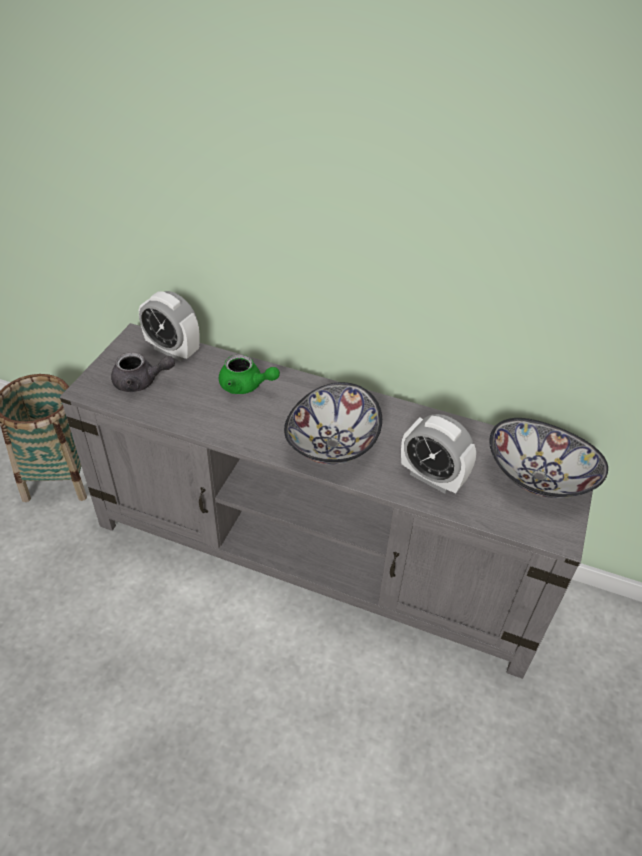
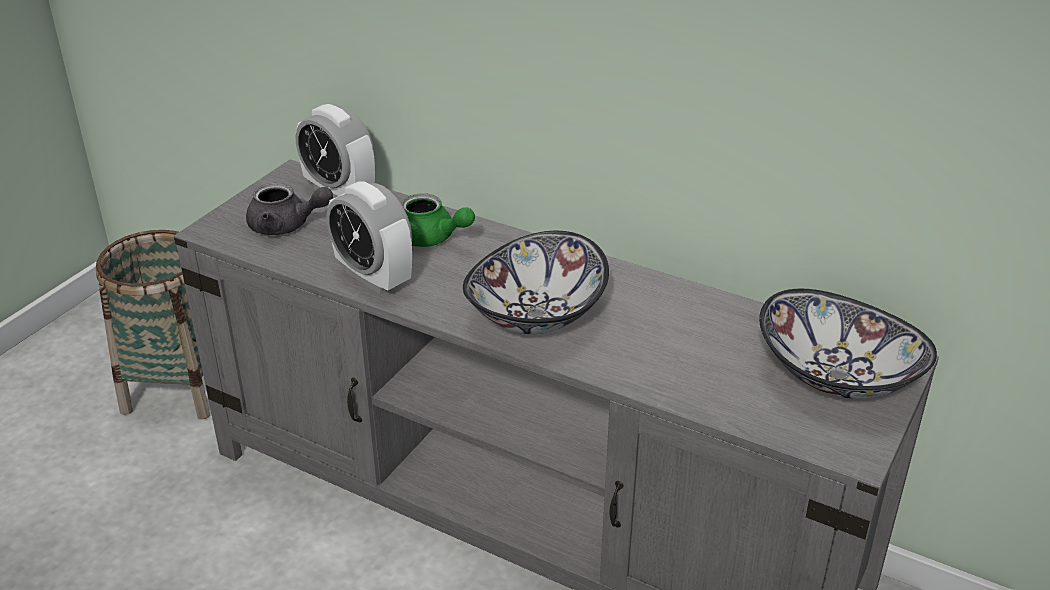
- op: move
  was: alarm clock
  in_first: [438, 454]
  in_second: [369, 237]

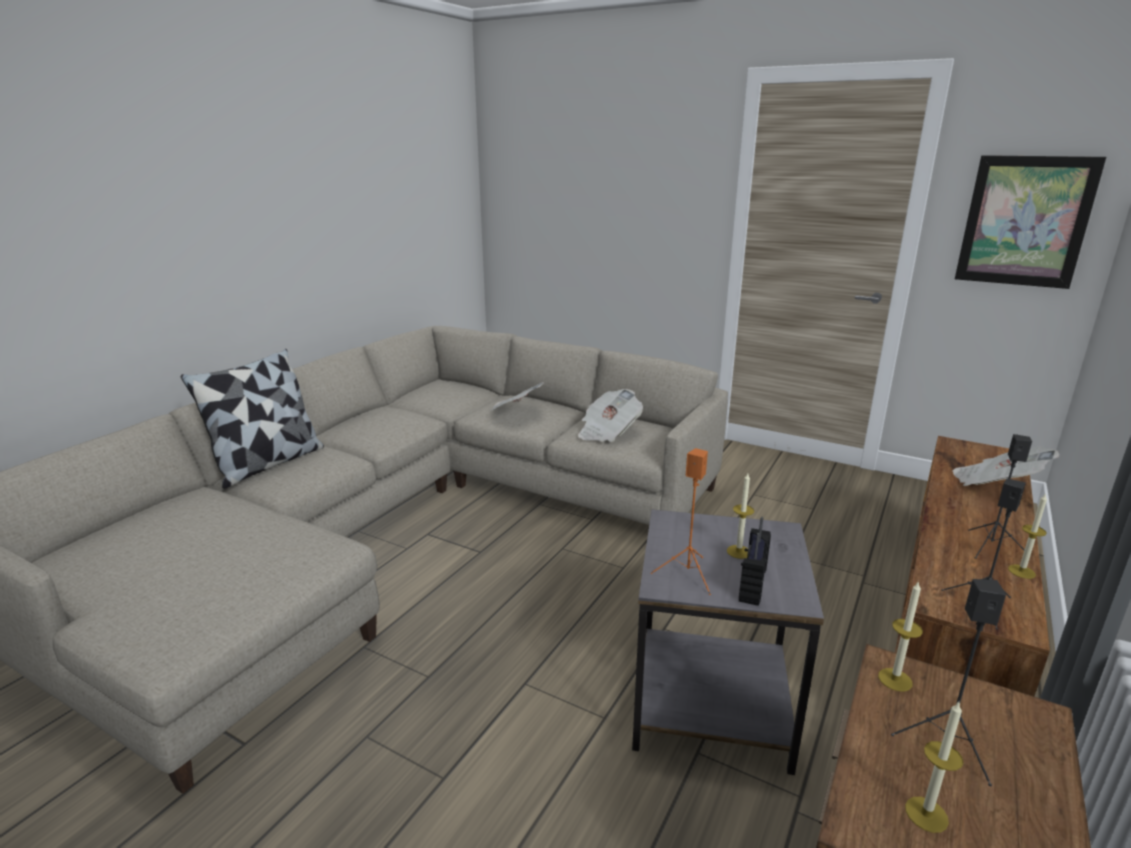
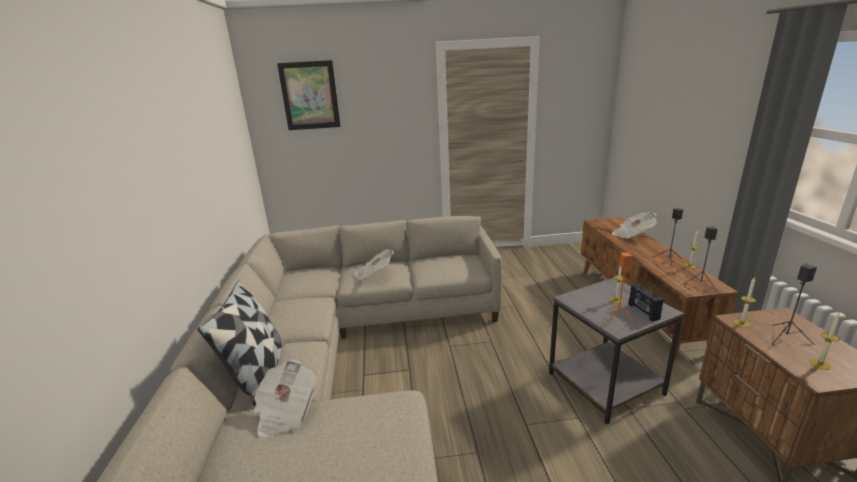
- op: move
  was: printed paper
  in_first: [610, 415]
  in_second: [285, 398]
- op: move
  was: wall picture
  in_first: [1030, 222]
  in_second: [309, 95]

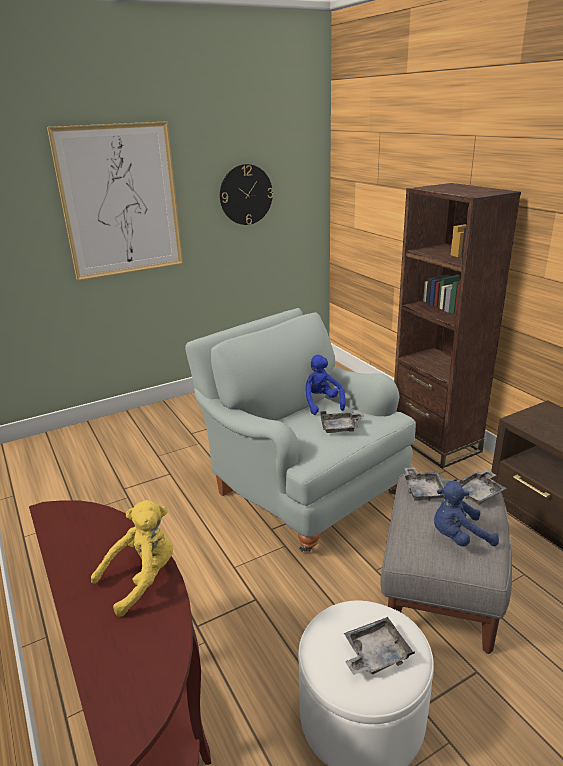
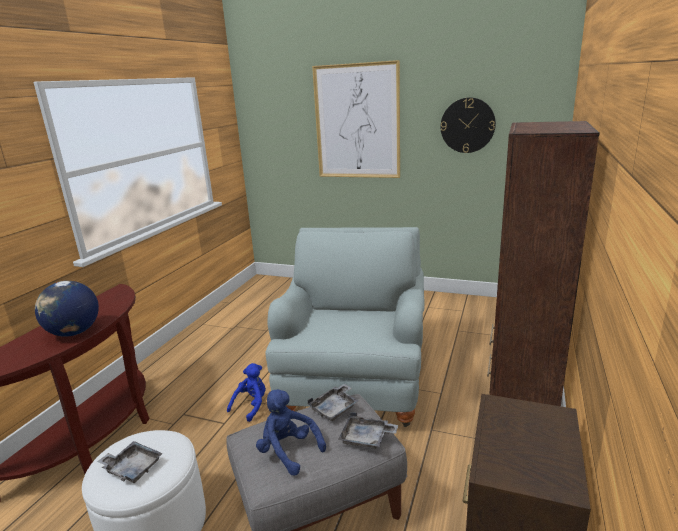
- op: replace
  was: yellow-coloured plush toy
  now: globe
  in_first: [132, 558]
  in_second: [67, 309]
- op: move
  was: blue-coloured plush toy
  in_first: [325, 385]
  in_second: [246, 392]
- op: delete
  was: gray carrying tray
  in_first: [342, 422]

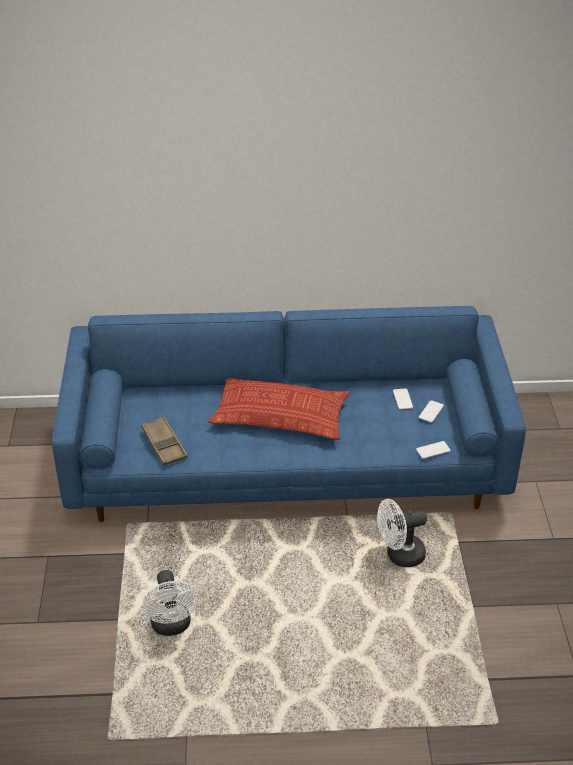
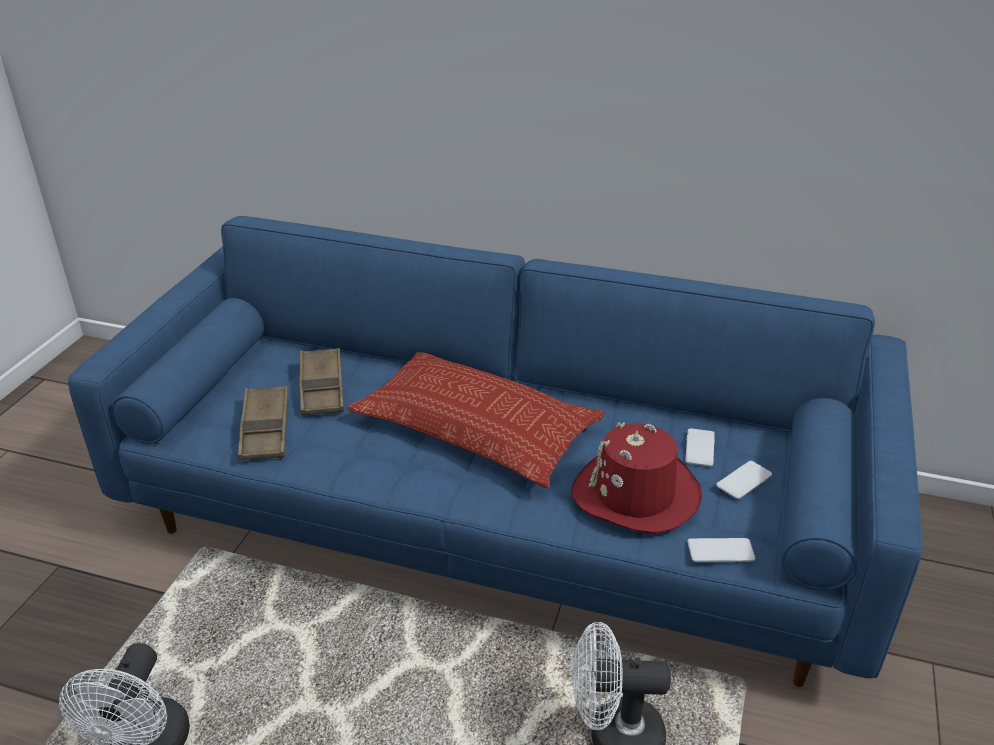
- op: insert
  now: brownish carrying tray
  in_second: [321, 382]
- op: insert
  now: red clothing hat
  in_second: [636, 477]

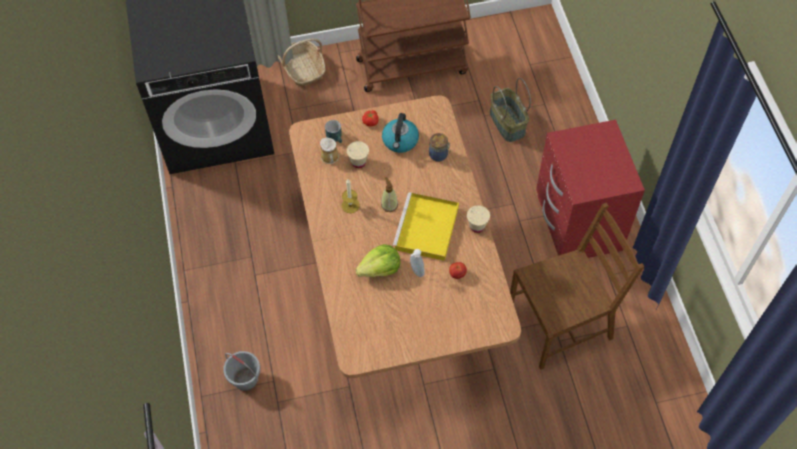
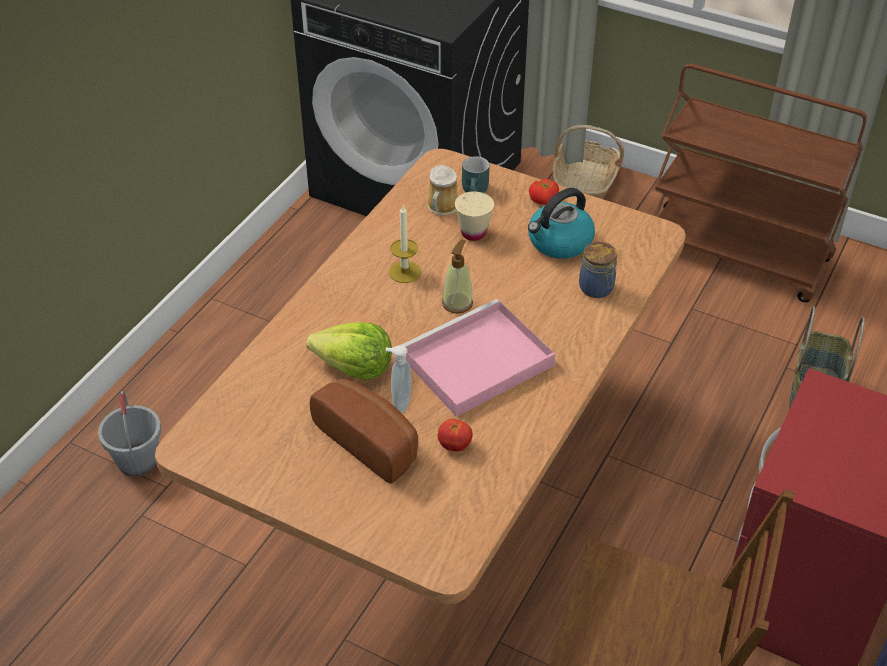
- op: insert
  now: baked bread
  in_second: [364, 431]
- op: recolor
  was: yellow-coloured carrying tray
  now: pinkish carrying tray
  in_first: [426, 226]
  in_second: [478, 358]
- op: delete
  was: beige-coloured small cup
  in_first: [478, 219]

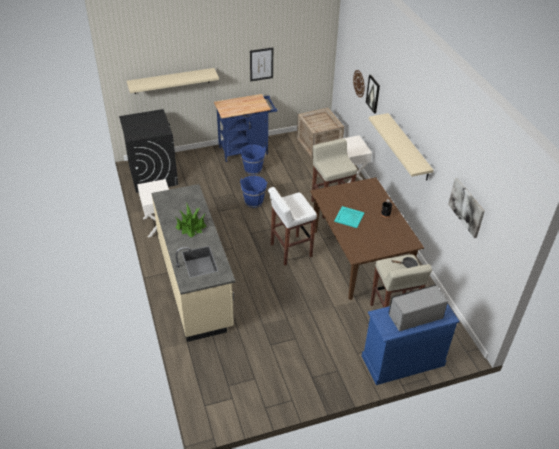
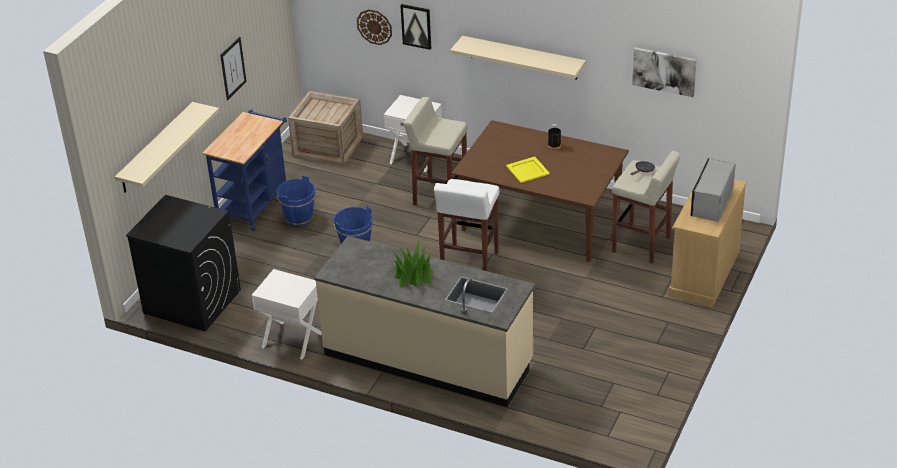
- op: recolor
  was: blue-green carrying tray
  now: yellow-coloured carrying tray
  in_first: [349, 217]
  in_second: [528, 170]
- op: recolor
  was: blue-coloured drawer chest
  now: beige-coloured drawer chest
  in_first: [411, 344]
  in_second: [707, 243]

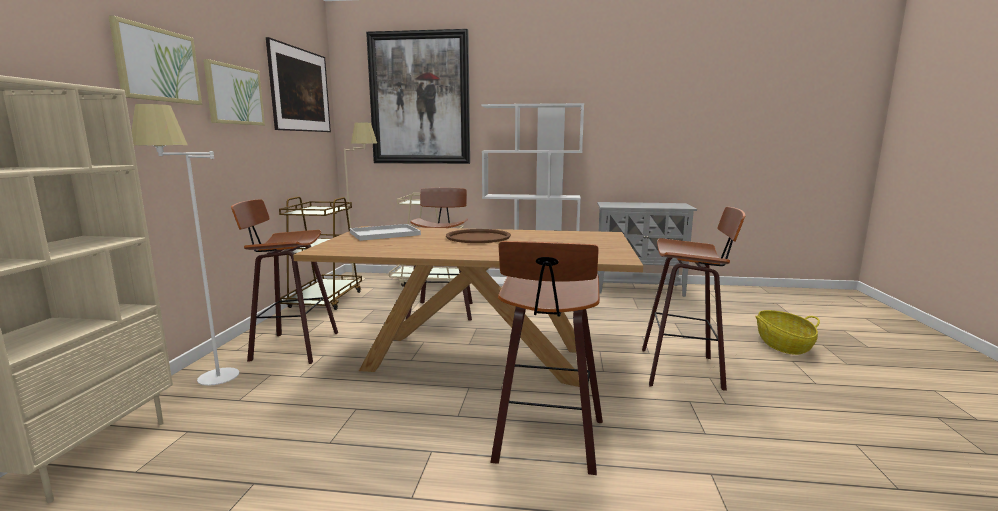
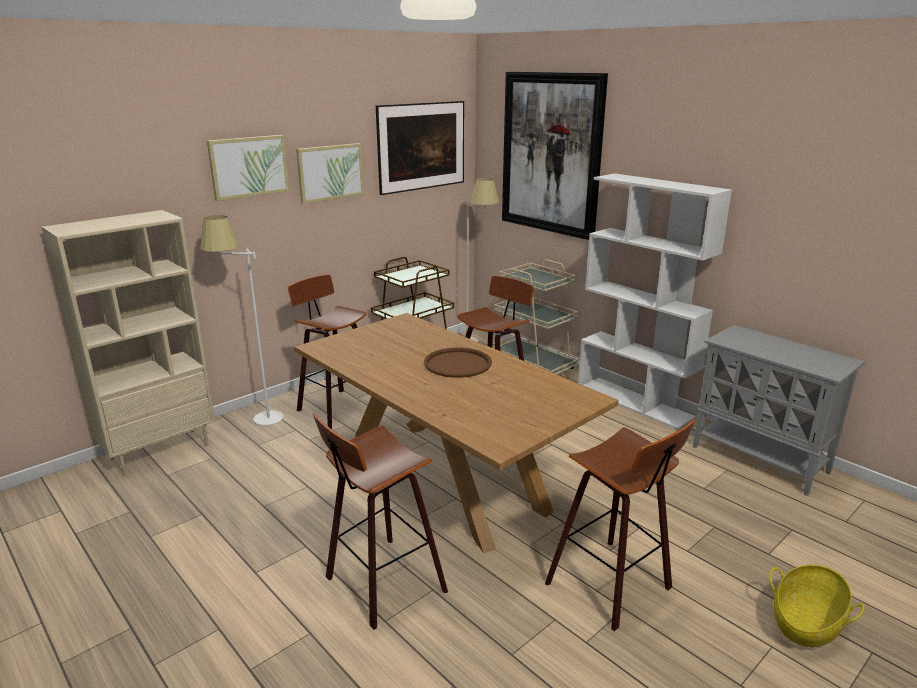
- op: delete
  was: white carrying tray
  in_first: [385, 232]

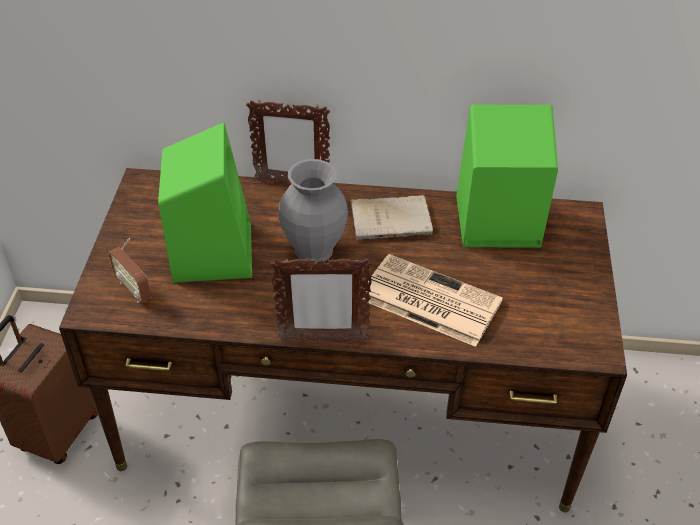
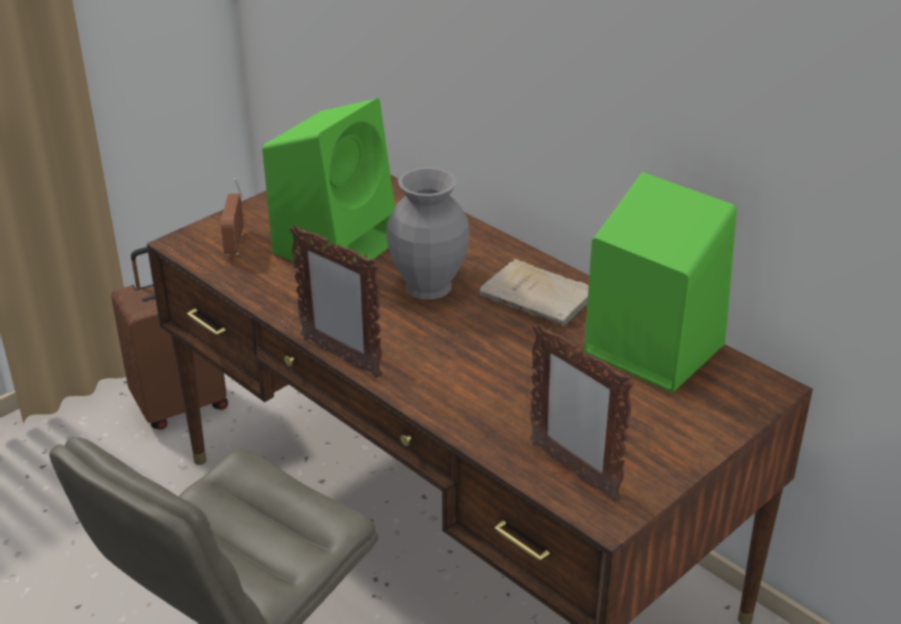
- op: move
  was: photo frame
  in_first: [288, 141]
  in_second: [582, 412]
- op: delete
  was: printed paper
  in_first: [433, 300]

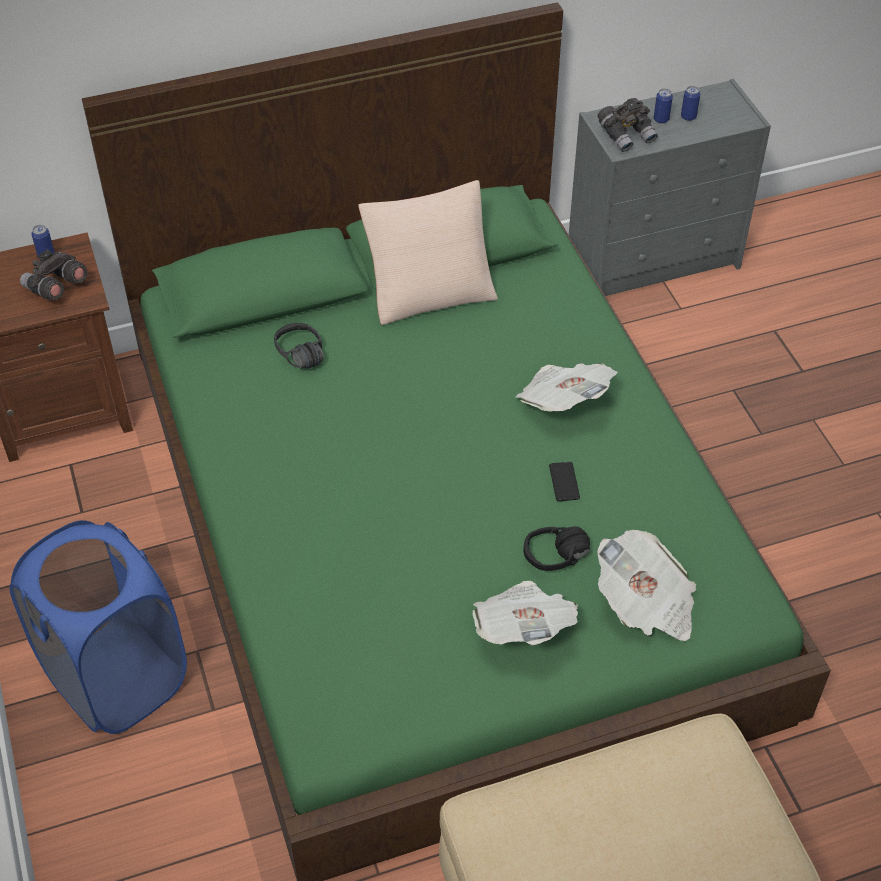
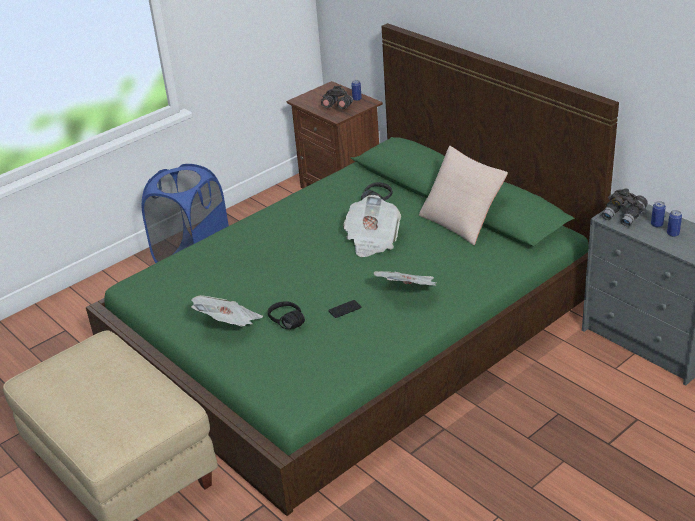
- op: move
  was: printed paper
  in_first: [646, 585]
  in_second: [372, 226]

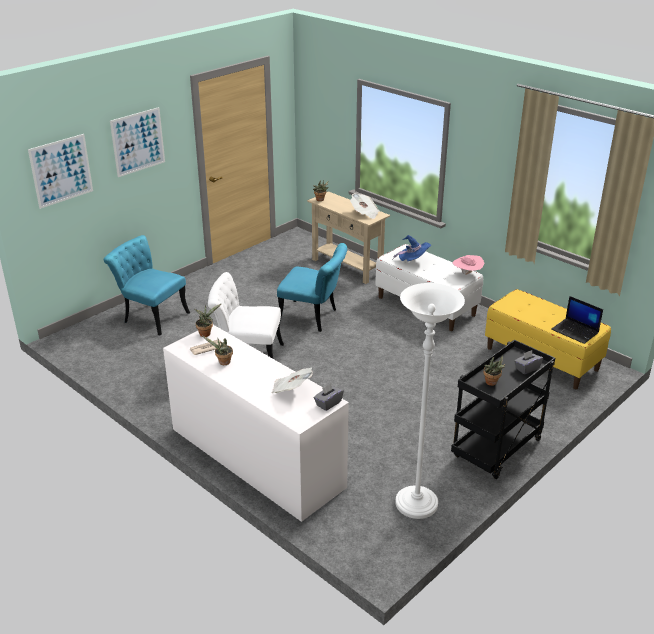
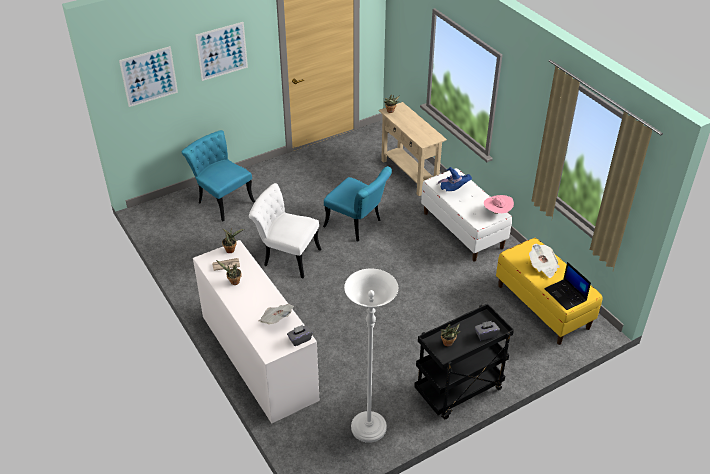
- op: move
  was: printed paper
  in_first: [365, 206]
  in_second: [544, 261]

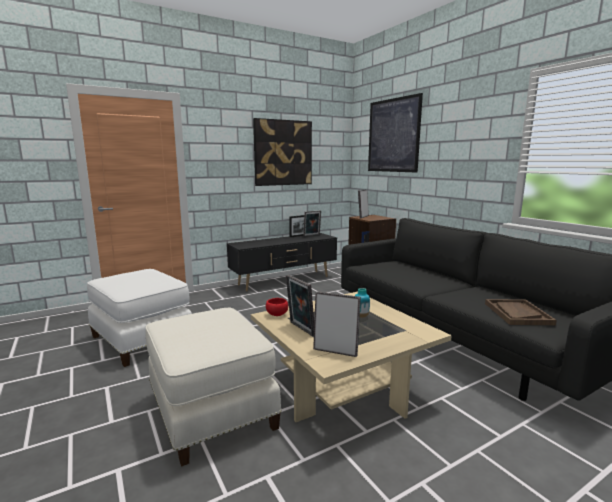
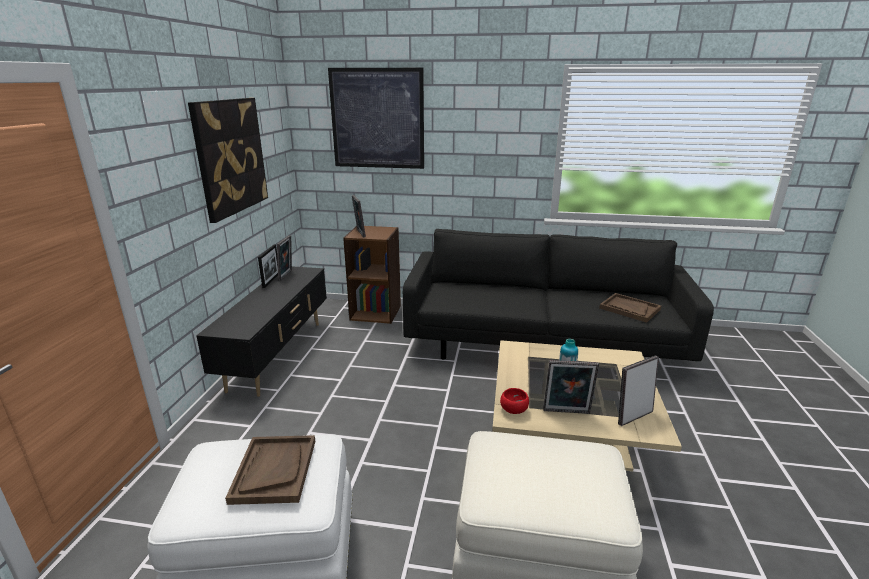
- op: insert
  now: brownish carrying tray
  in_second: [270, 470]

